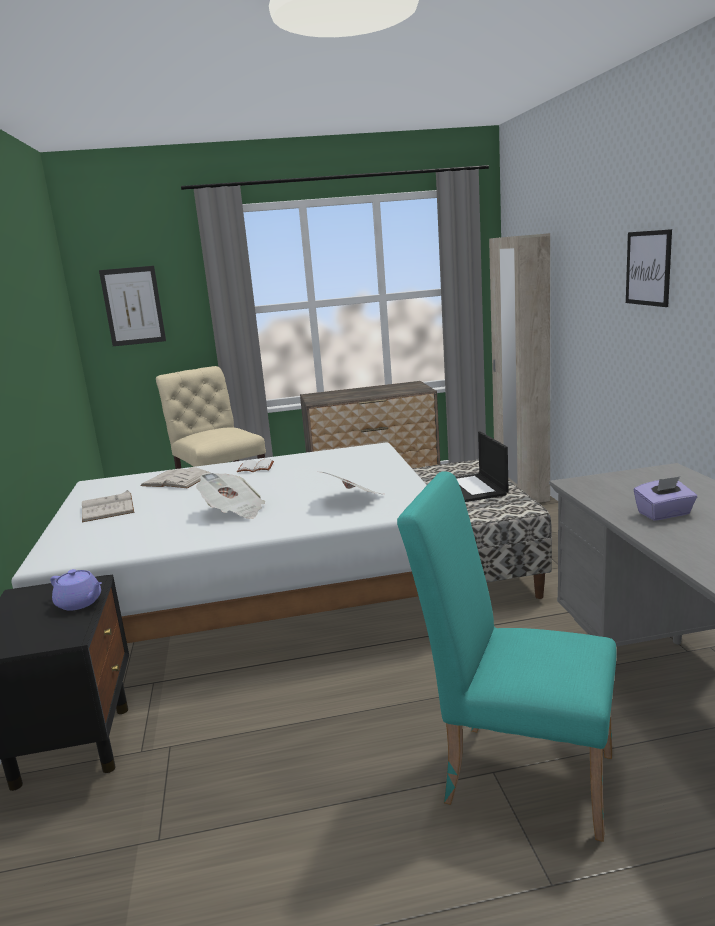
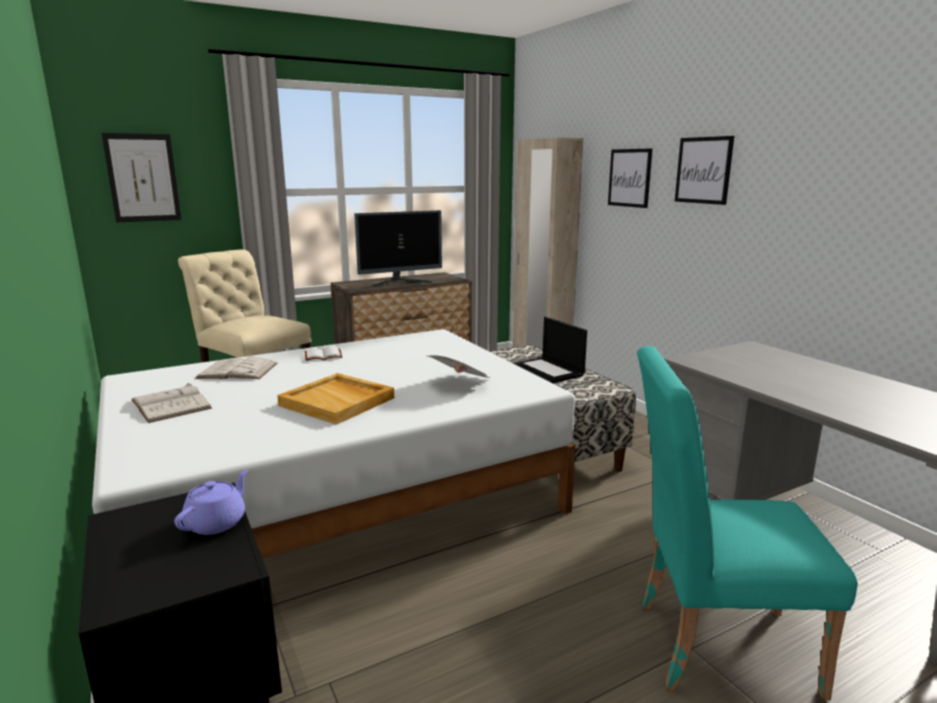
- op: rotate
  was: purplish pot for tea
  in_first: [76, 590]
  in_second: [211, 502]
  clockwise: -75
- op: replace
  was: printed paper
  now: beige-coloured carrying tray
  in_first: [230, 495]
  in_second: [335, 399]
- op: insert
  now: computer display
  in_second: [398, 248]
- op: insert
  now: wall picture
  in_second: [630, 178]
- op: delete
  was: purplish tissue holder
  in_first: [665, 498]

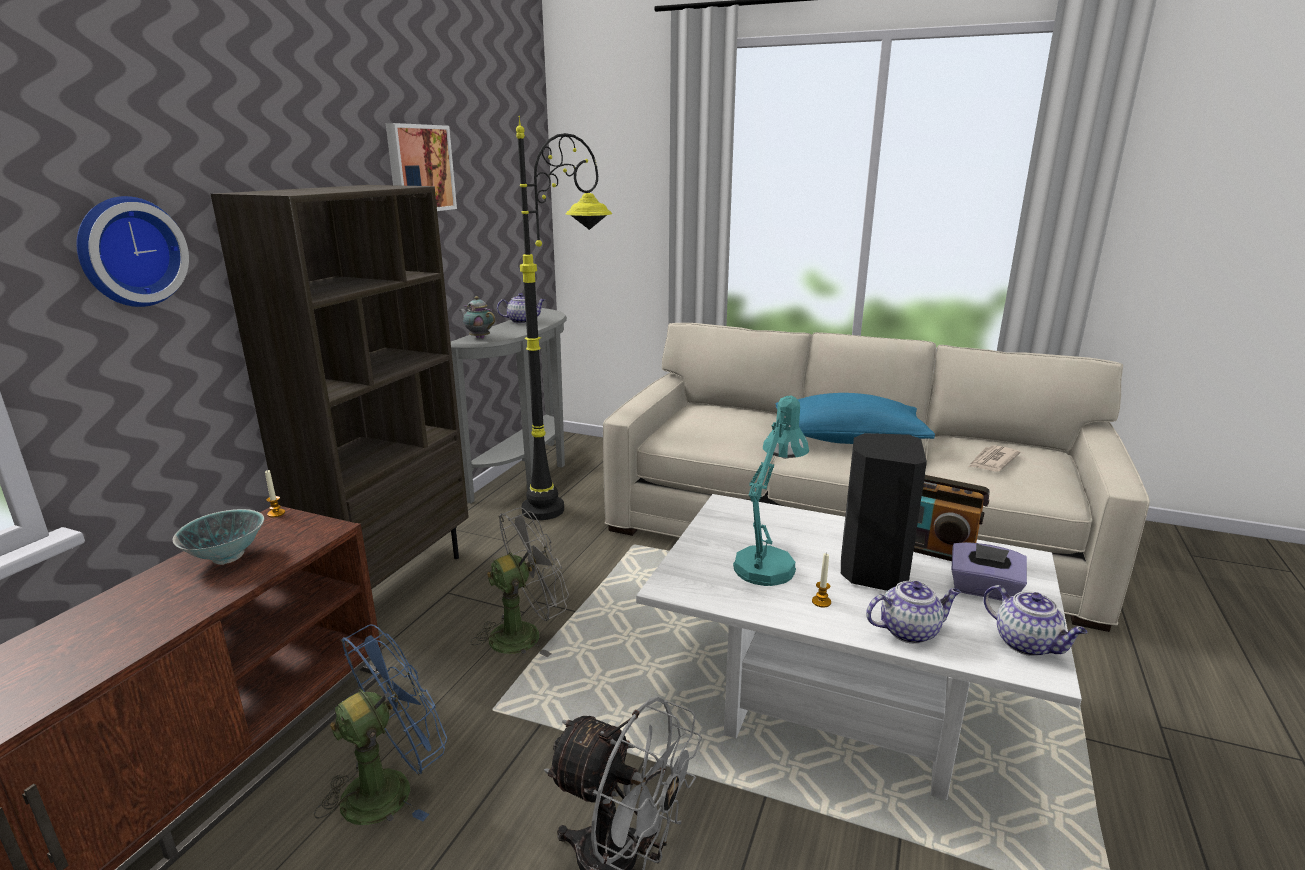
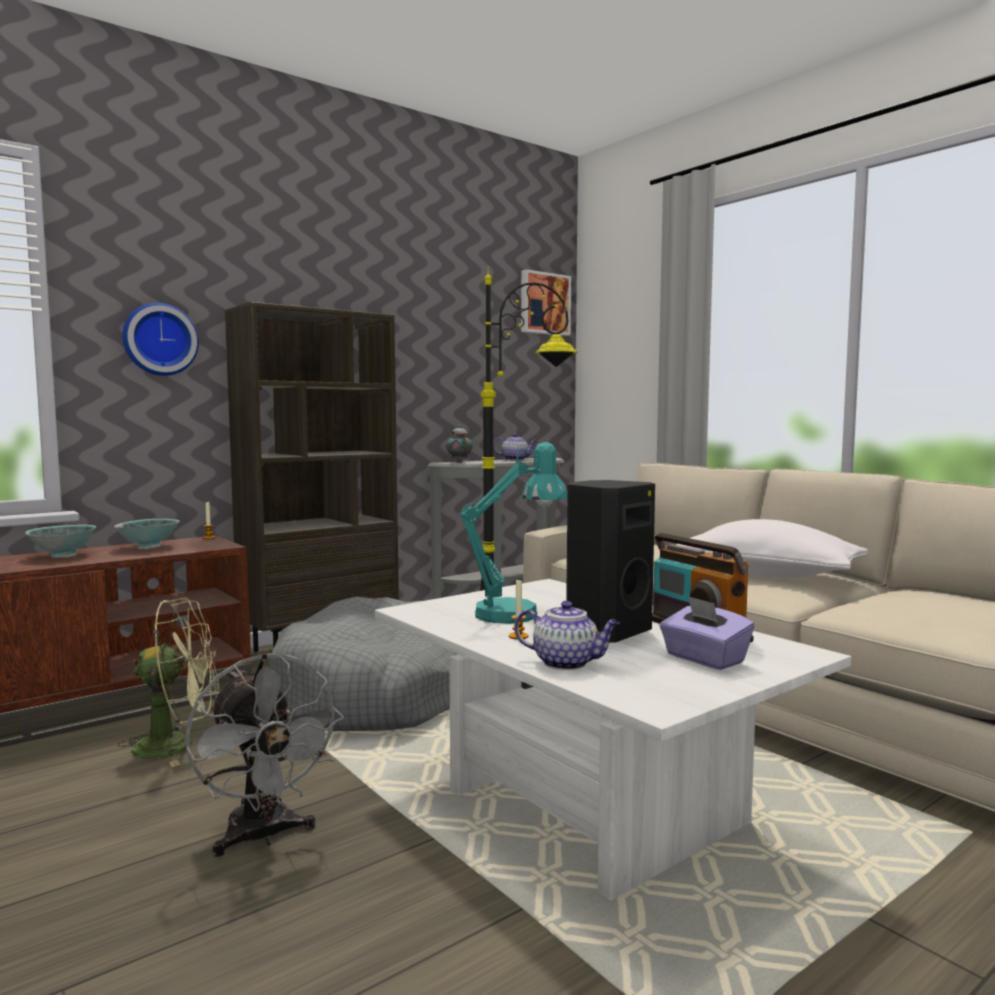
- op: insert
  now: bowl
  in_second: [61, 541]
- op: recolor
  was: blue-coloured electric fan
  now: green electric fan
  in_first: [380, 724]
  in_second: [168, 682]
- op: replace
  was: gray electric fan
  now: gray pet bed
  in_first: [520, 582]
  in_second: [363, 664]
- op: move
  was: wall picture
  in_first: [421, 167]
  in_second: [546, 302]
- op: recolor
  was: blue-coloured cushion
  now: white cushion
  in_first: [855, 418]
  in_second: [772, 548]
- op: delete
  was: printed paper
  in_first: [994, 458]
- op: delete
  was: pot for tea
  in_first: [1035, 620]

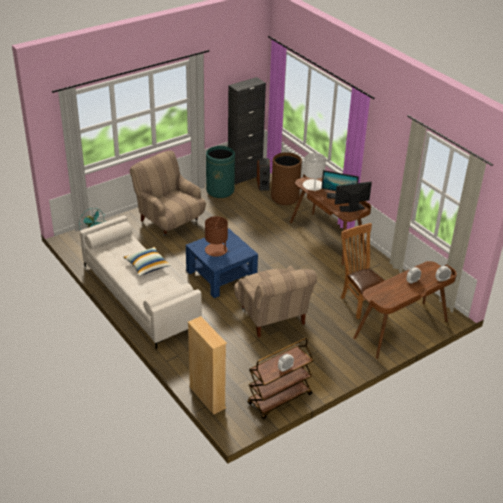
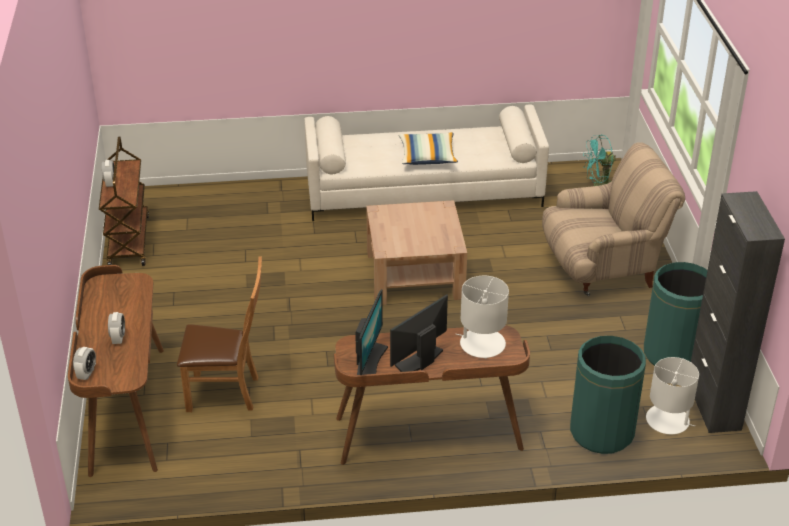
- op: recolor
  was: blue-coloured coffee table
  now: brownish coffee table
  in_first: [222, 263]
  in_second: [416, 252]
- op: recolor
  was: brownish rubbish bin
  now: green rubbish bin
  in_first: [286, 178]
  in_second: [608, 395]
- op: replace
  was: speaker
  now: white tabletop lamp
  in_first: [263, 174]
  in_second: [672, 395]
- op: delete
  was: beige-coloured bookshelf
  in_first: [207, 365]
- op: delete
  was: brownish tabletop lamp
  in_first: [217, 236]
- op: delete
  was: beige-coloured armchair
  in_first: [275, 302]

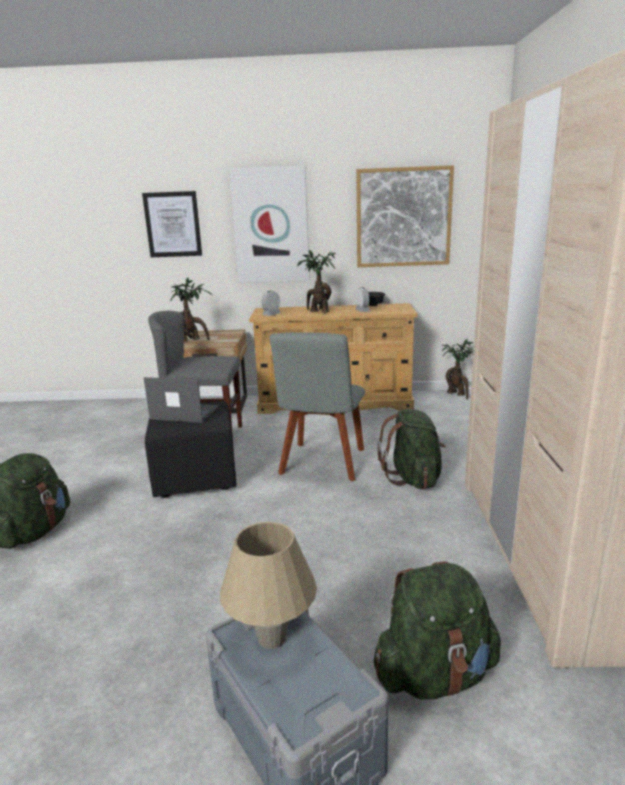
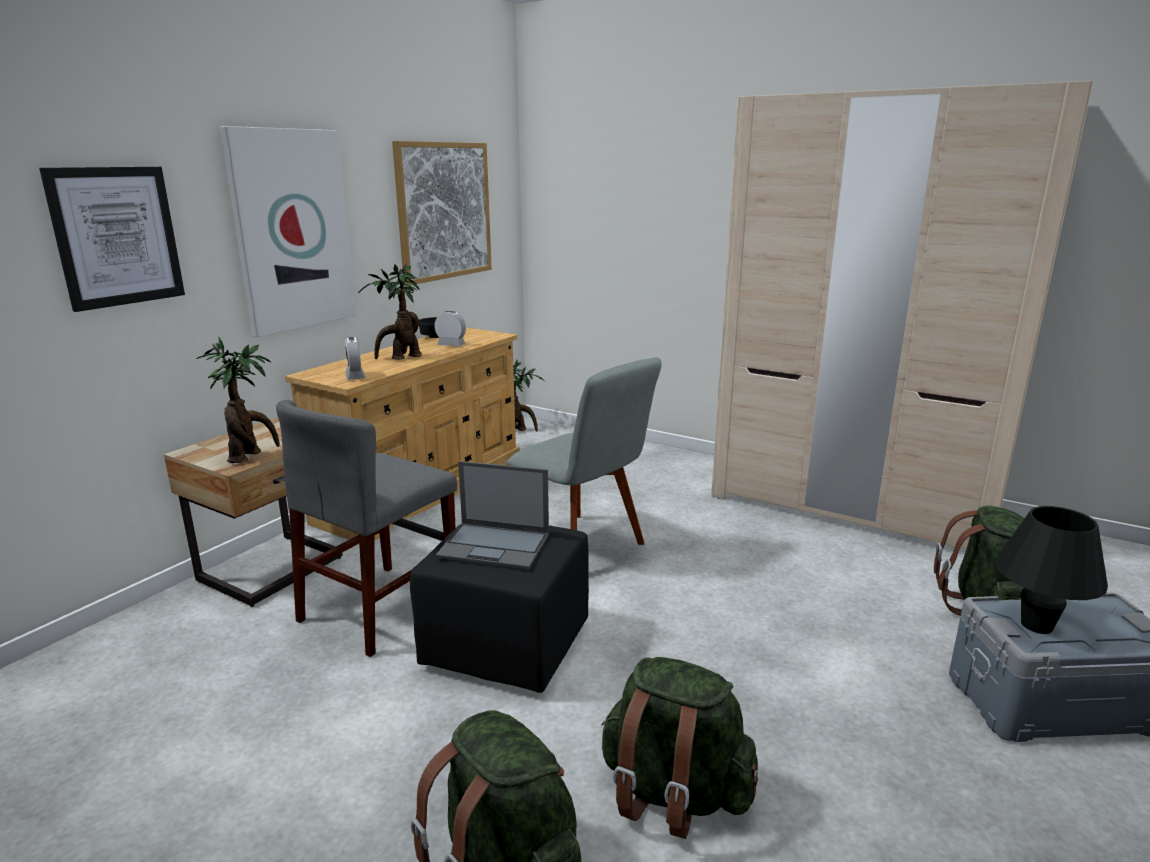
- op: rotate
  was: notebook computer
  in_first: [181, 400]
  in_second: [492, 515]
  clockwise: -120
- op: move
  was: green backpack
  in_first: [411, 449]
  in_second: [679, 748]
- op: recolor
  was: beige-coloured tabletop lamp
  now: black-coloured tabletop lamp
  in_first: [268, 585]
  in_second: [1051, 570]

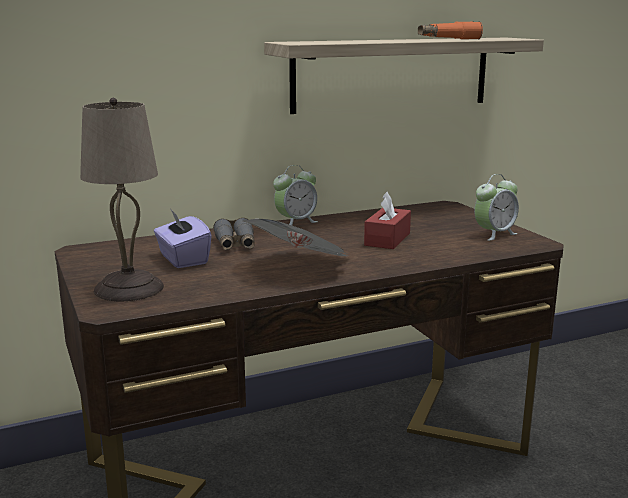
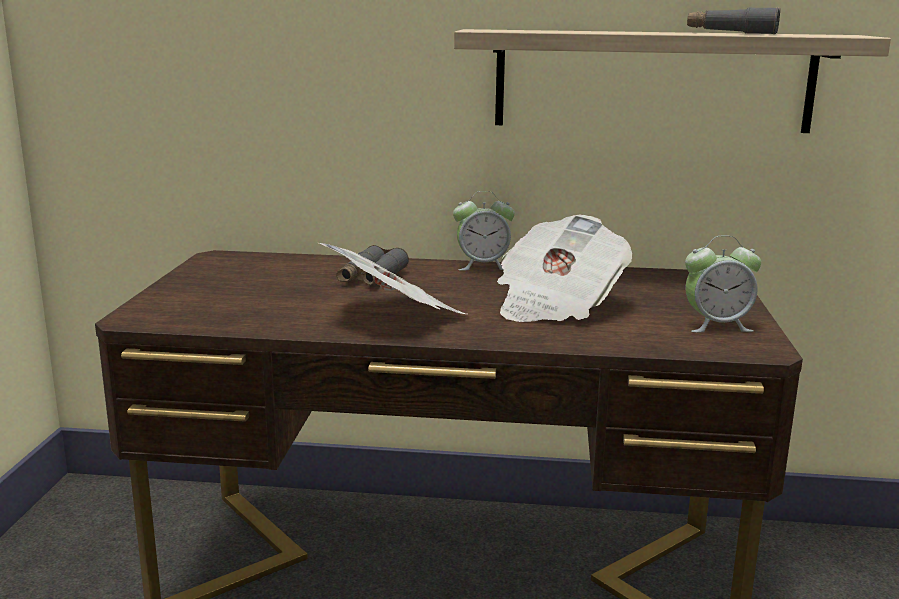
- op: replace
  was: red tissue holder
  now: printed paper
  in_first: [387, 220]
  in_second: [565, 268]
- op: recolor
  was: orange pair of binoculars
  now: gray pair of binoculars
  in_first: [450, 30]
  in_second: [733, 21]
- op: delete
  was: beige-coloured tabletop lamp
  in_first: [122, 199]
- op: delete
  was: purplish tissue holder
  in_first: [183, 238]

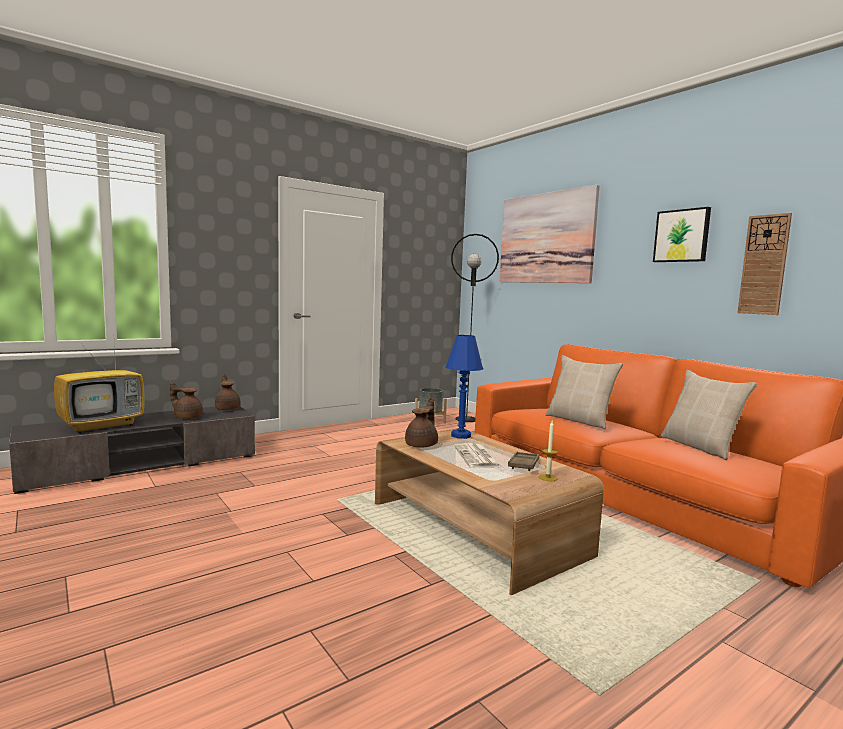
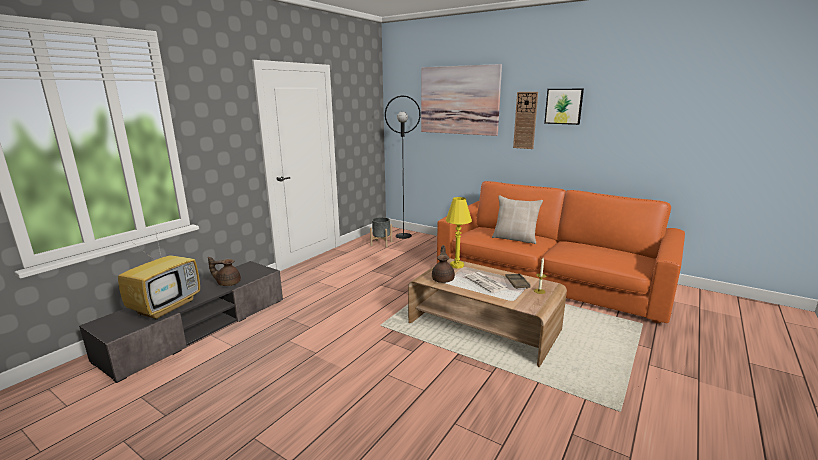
- op: recolor
  was: blue-coloured tabletop lamp
  now: yellow-coloured tabletop lamp
  in_first: [464, 387]
  in_second: [459, 232]
- op: move
  was: clock on the wall
  in_first: [765, 264]
  in_second: [525, 120]
- op: delete
  was: brownish pot for tea
  in_first: [228, 392]
- op: delete
  was: beige-coloured cushion
  in_first: [708, 415]

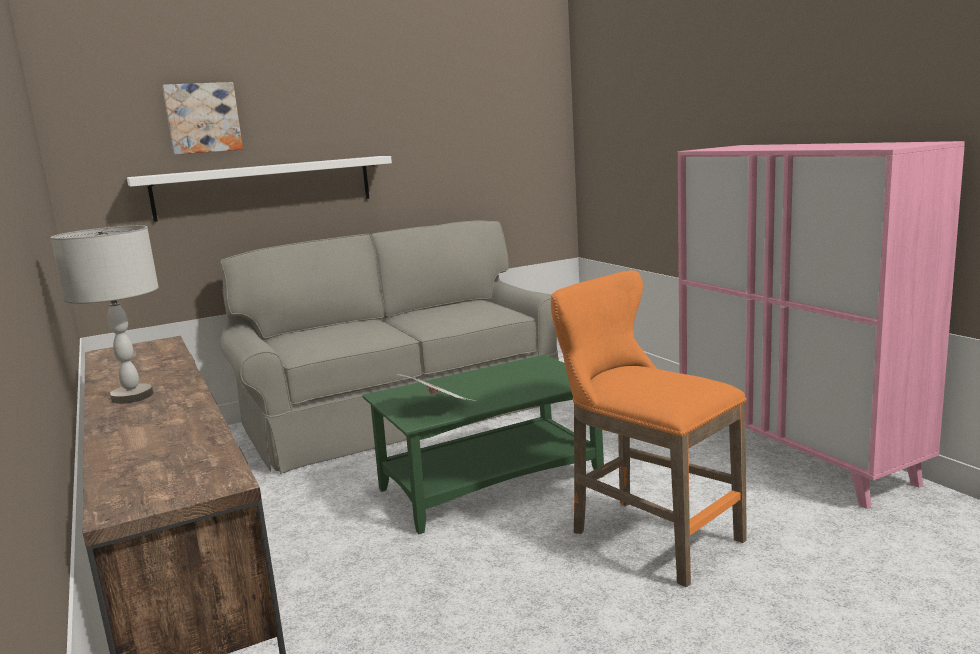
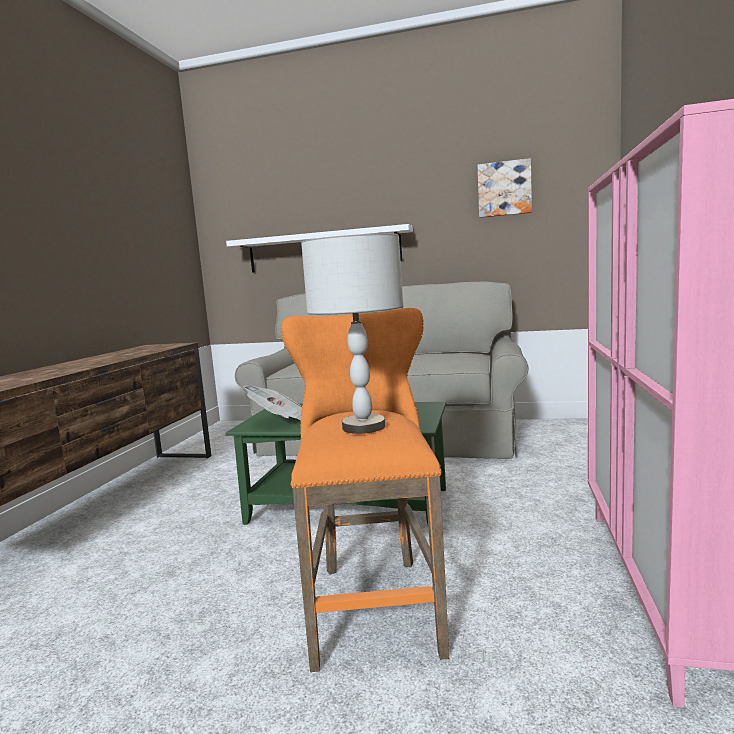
- op: move
  was: gray tabletop lamp
  in_first: [105, 314]
  in_second: [352, 334]
- op: move
  was: wall picture
  in_first: [202, 118]
  in_second: [504, 188]

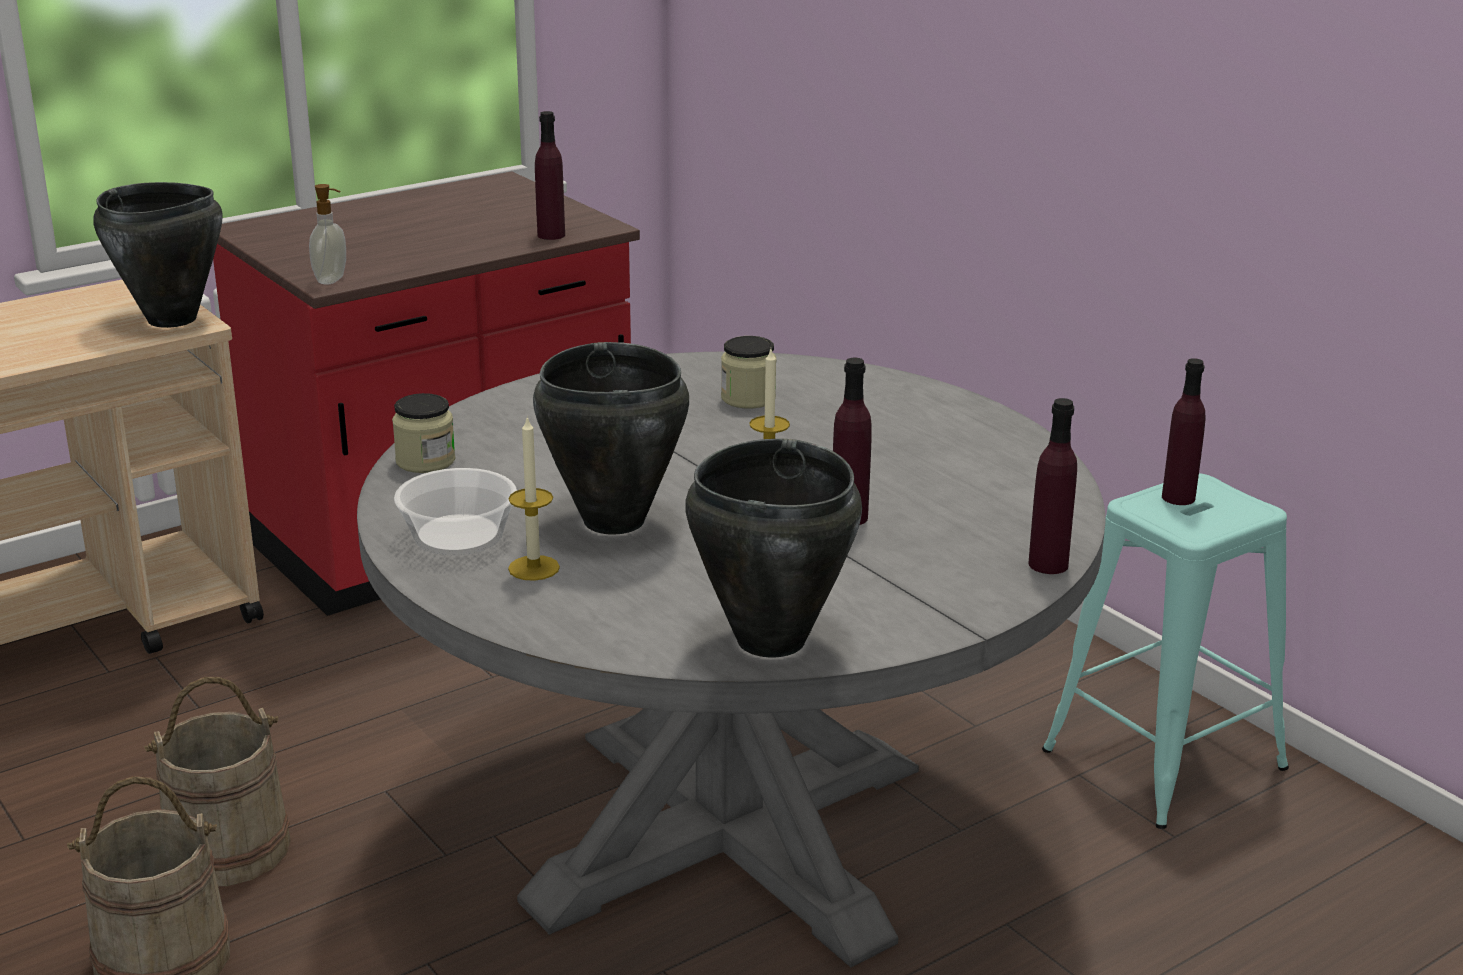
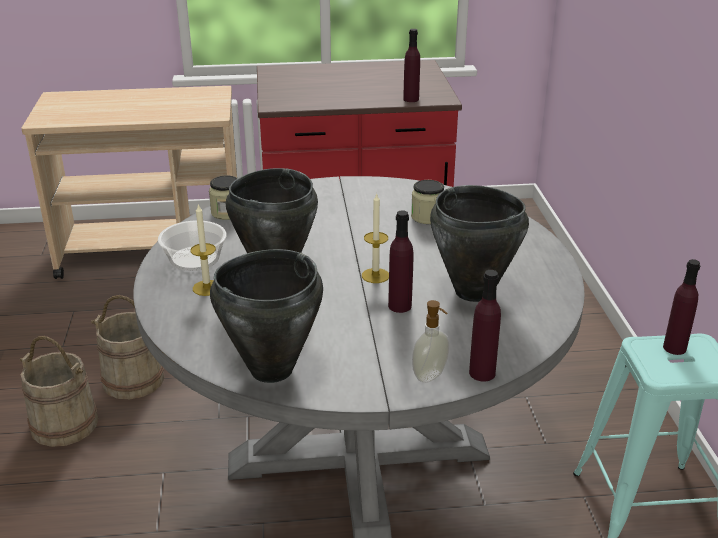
- op: move
  was: liquid soap bottle
  in_first: [327, 234]
  in_second: [430, 341]
- op: move
  was: black-coloured cooking pot
  in_first: [158, 255]
  in_second: [479, 243]

